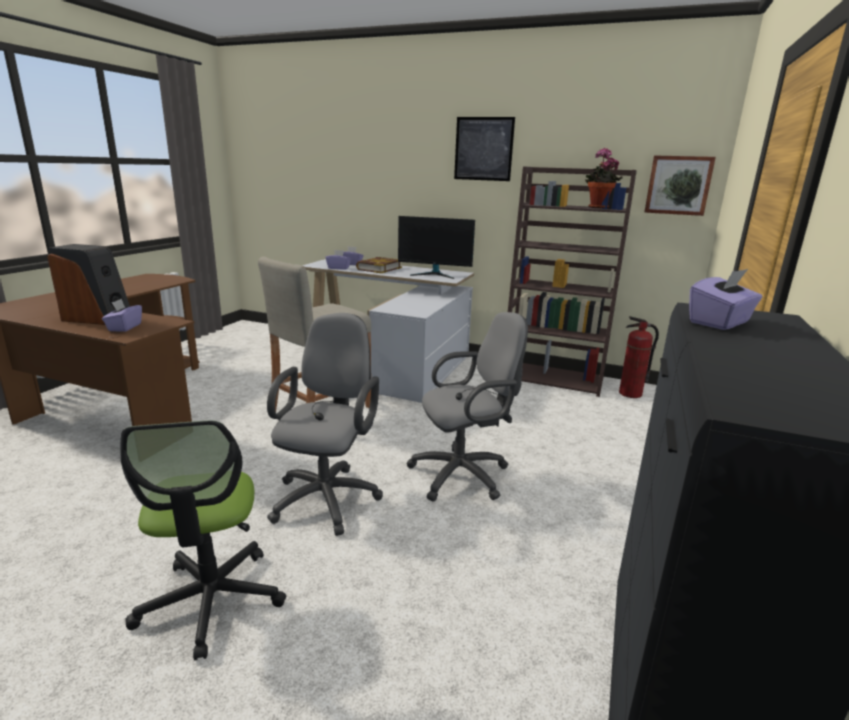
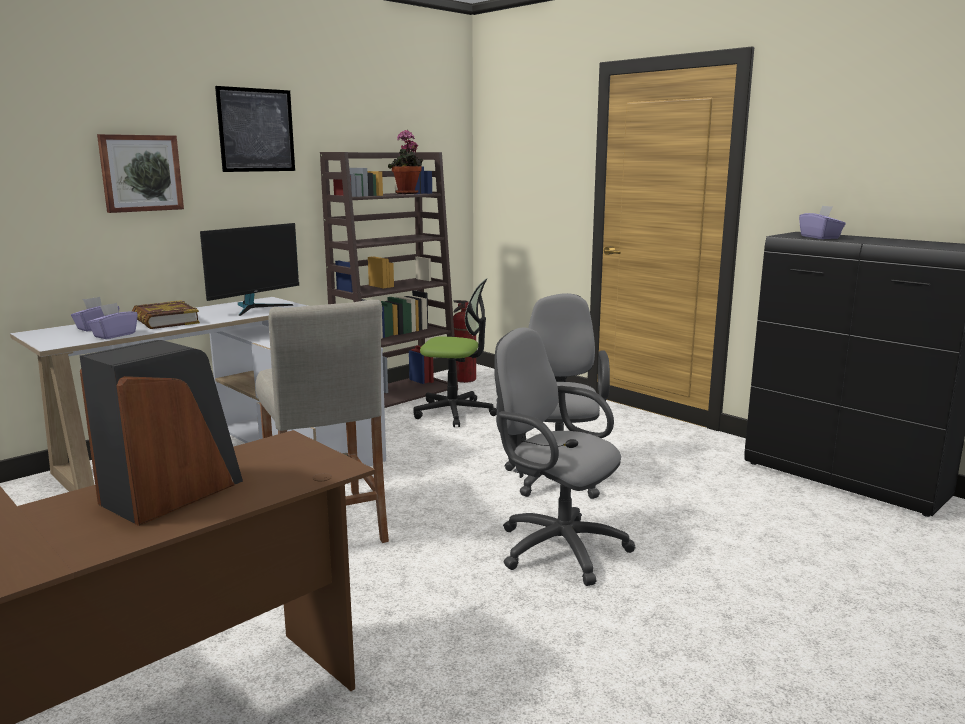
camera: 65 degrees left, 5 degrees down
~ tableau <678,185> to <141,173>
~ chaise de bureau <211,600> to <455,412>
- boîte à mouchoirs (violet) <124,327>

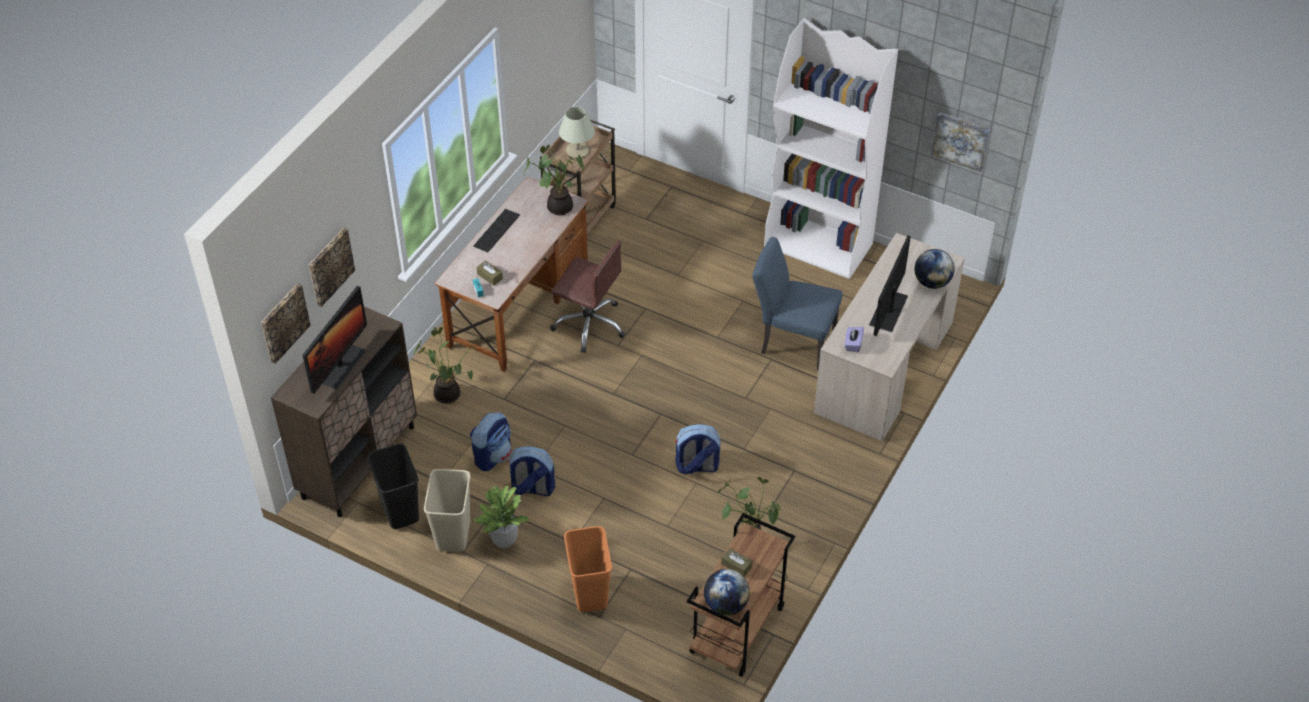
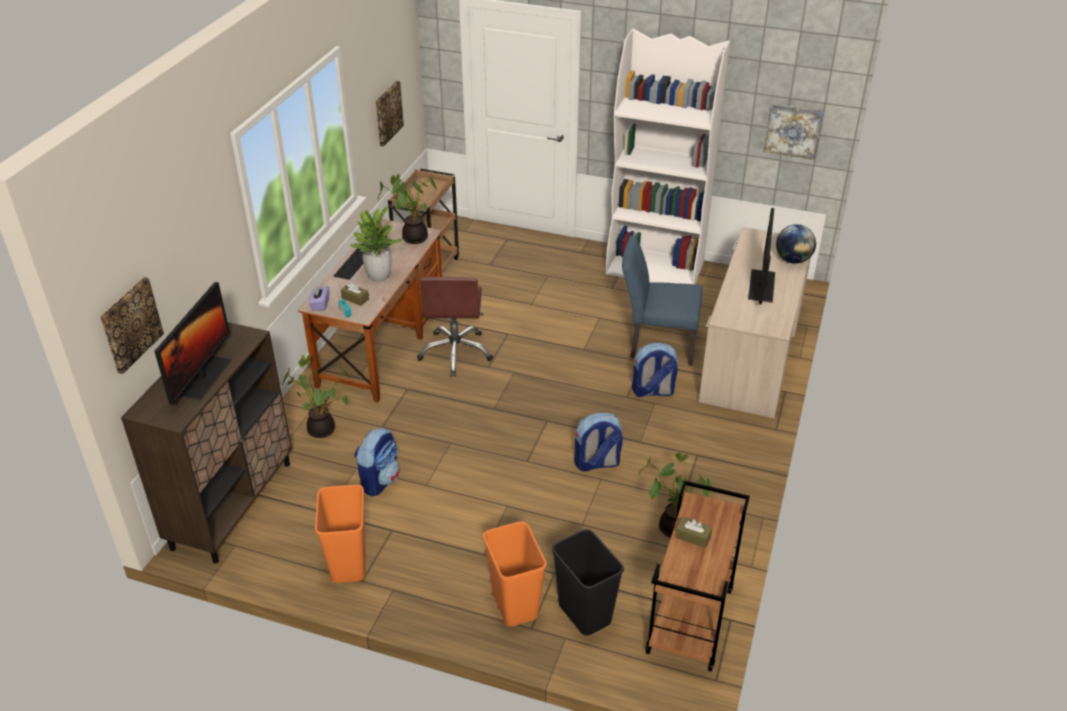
camera: 10 degrees left, 10 degrees down
~ boîte à mouchoirs (violet) <853,344> to <320,304>
~ poubelle (beige) <454,535> to poubelle (orange) <349,564>
~ plante en pot <504,540> to <379,276>
~ tableau <330,266> to <387,113>
~ chaise de bureau (marron) <589,324> = <456,352> 75 degrees clockwise
~ poubelle (noir) <399,511> to <583,614>
~ sac à dos <532,488> to <652,391>
- lampe de table (beige) <577,151>
- globe <725,604>

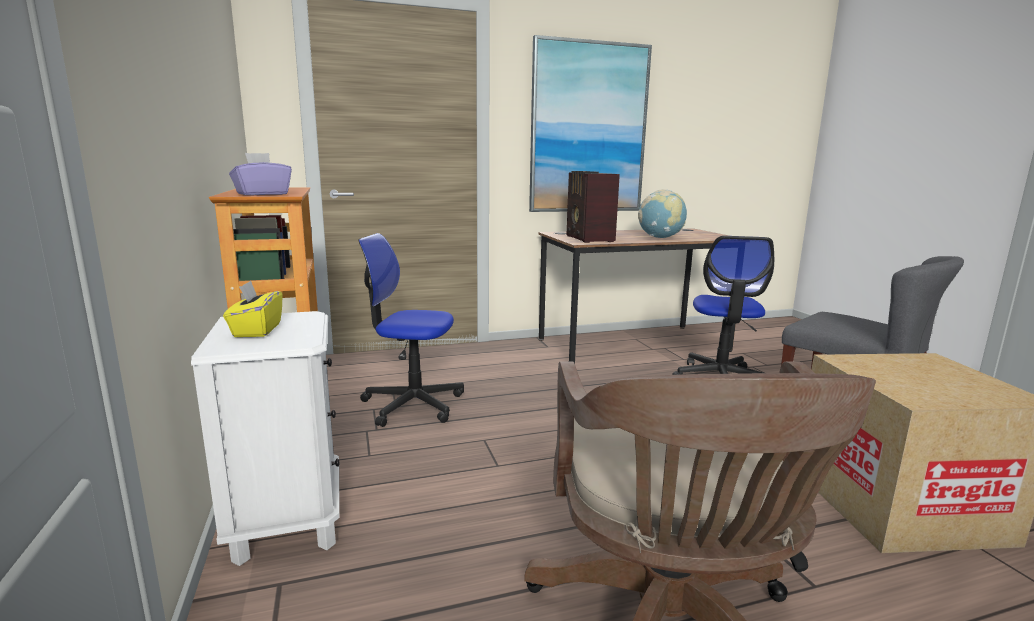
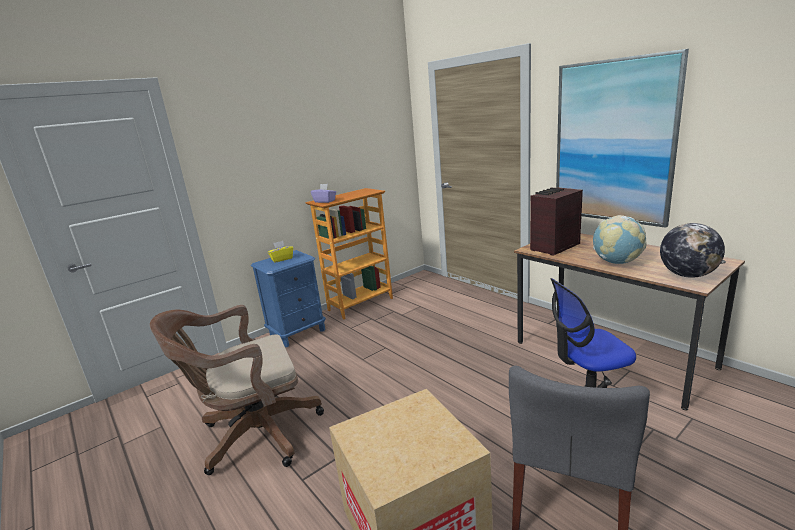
camera: 70 degrees right, 5 degrees up
~ table de chevet (blanc) <288,519> to table de chevet (bleu) <298,333>
+ globe <687,275>
- chaise de bureau <412,404>

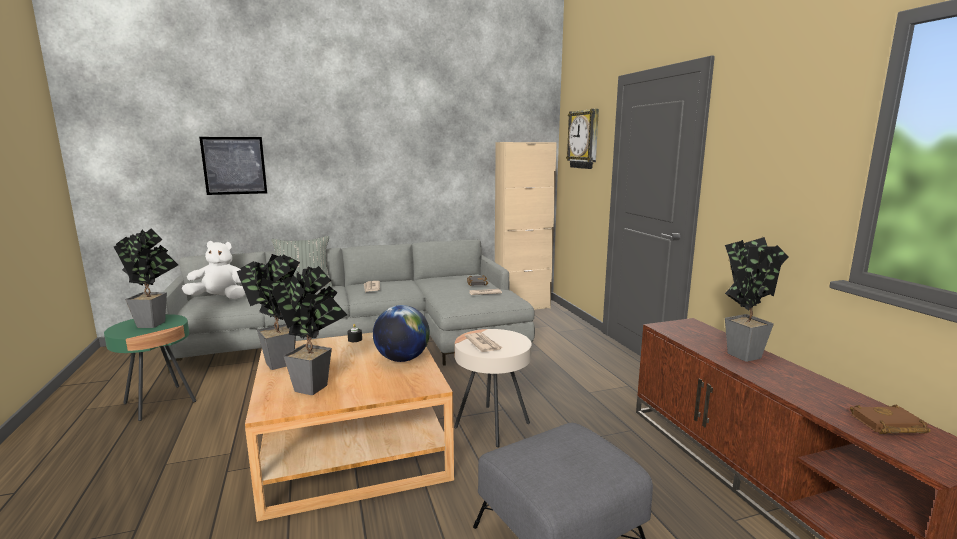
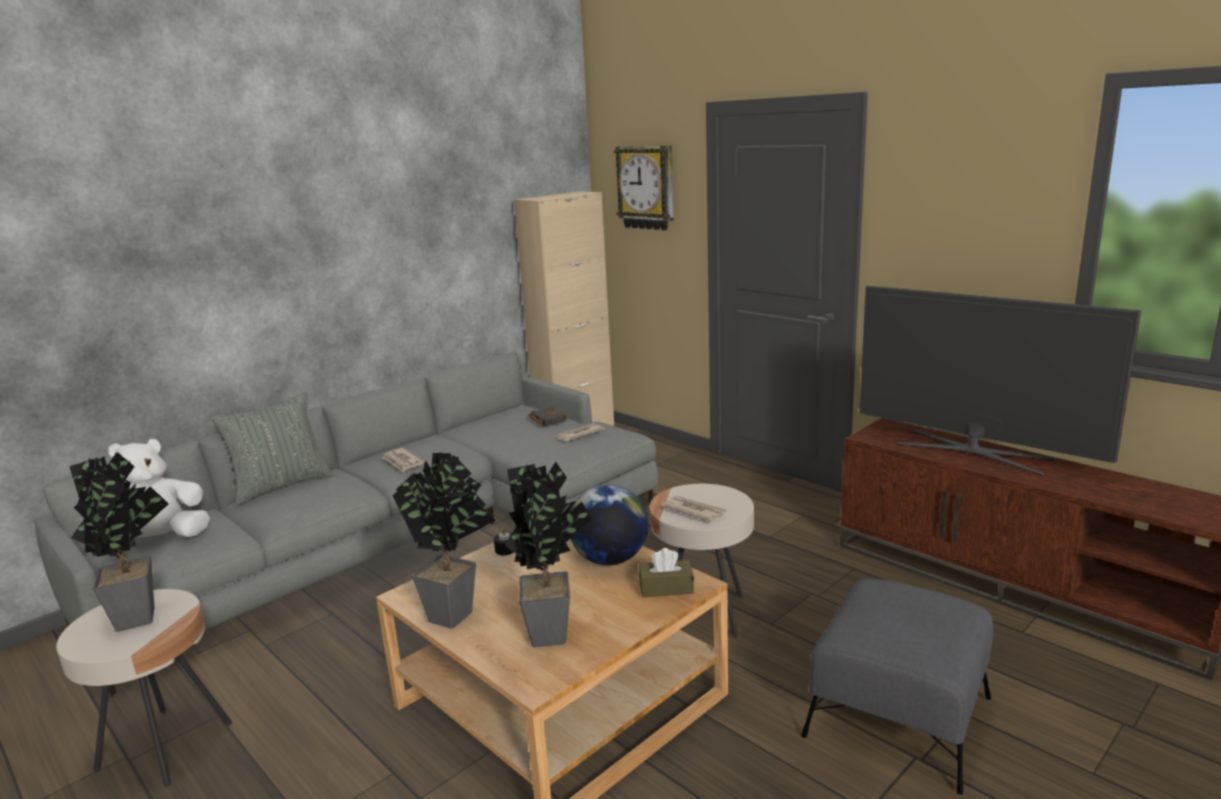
camera: 25 degrees left, 5 degrees up
~ table d'appoint (vert) <160,403> to table d'appoint (beige) <165,746>
+ boîte à mouchoirs (marron) <666,588>
~ plante en pot <741,353> to téléviseur <974,451>
- tableau <234,165>
- livre (marron) <887,425>

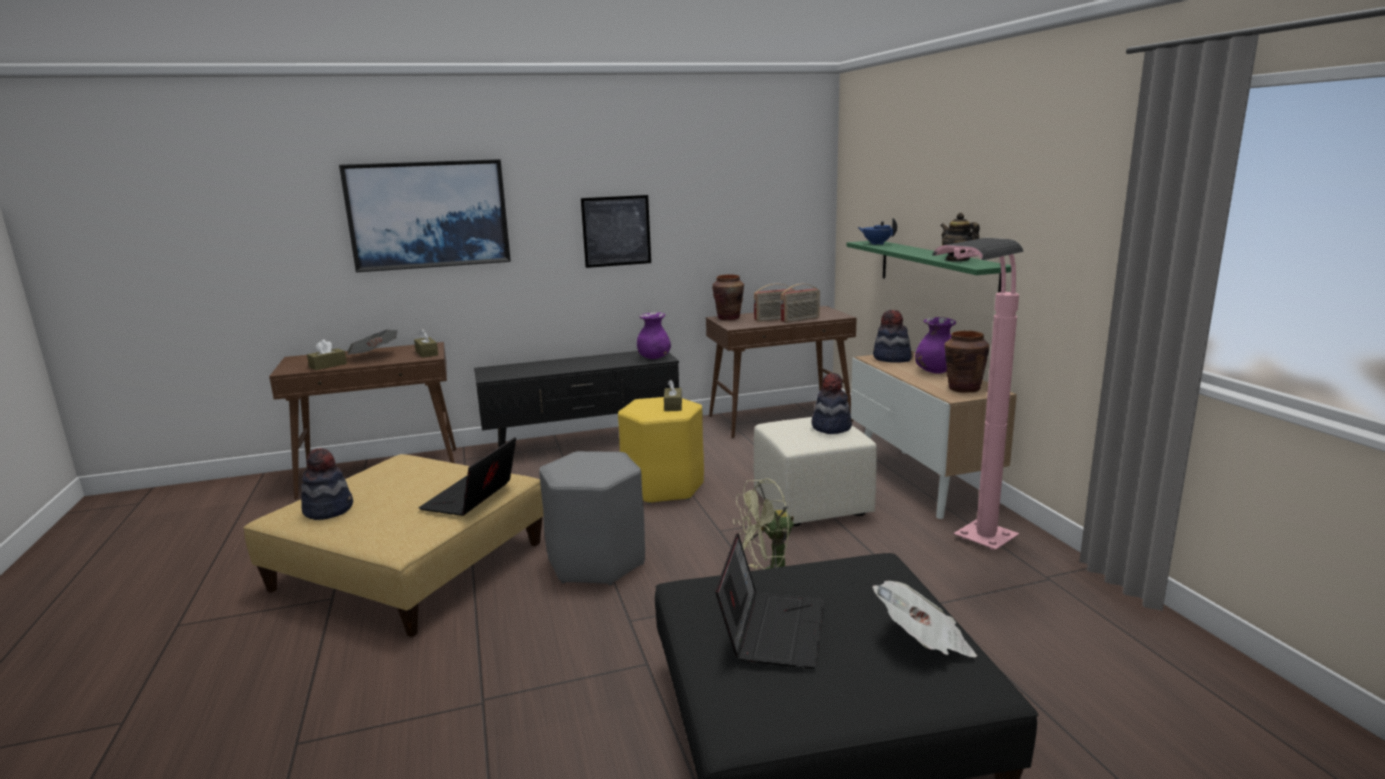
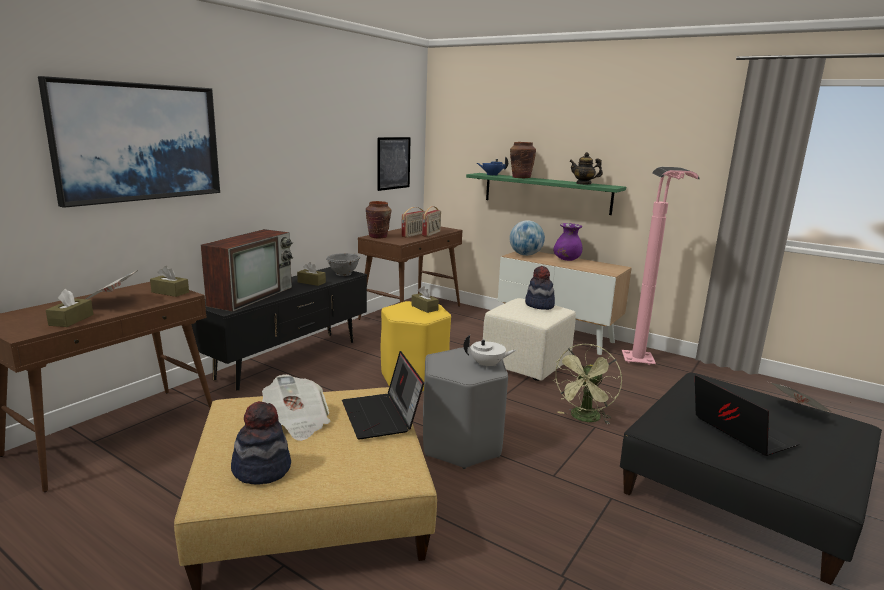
camera: 40 degrees left, 0 degrees up
+ téléviseur <252,295>
+ journal <297,423>
+ boîte à mouchoirs (marron) <311,282>
~ vase (violet) <654,358> to bol (gris) <343,274>
~ tableau <616,231> to <393,163>
+ théière (blanc) <487,365>
~ vase (marron) <963,389> to <521,177>
~ chapeau <891,359> to globe <525,255>

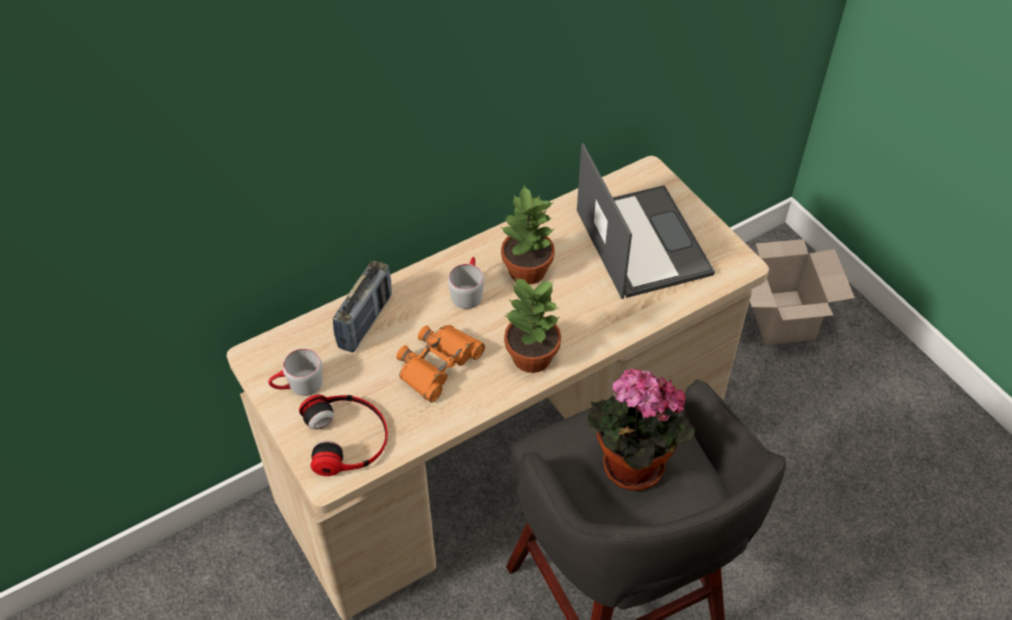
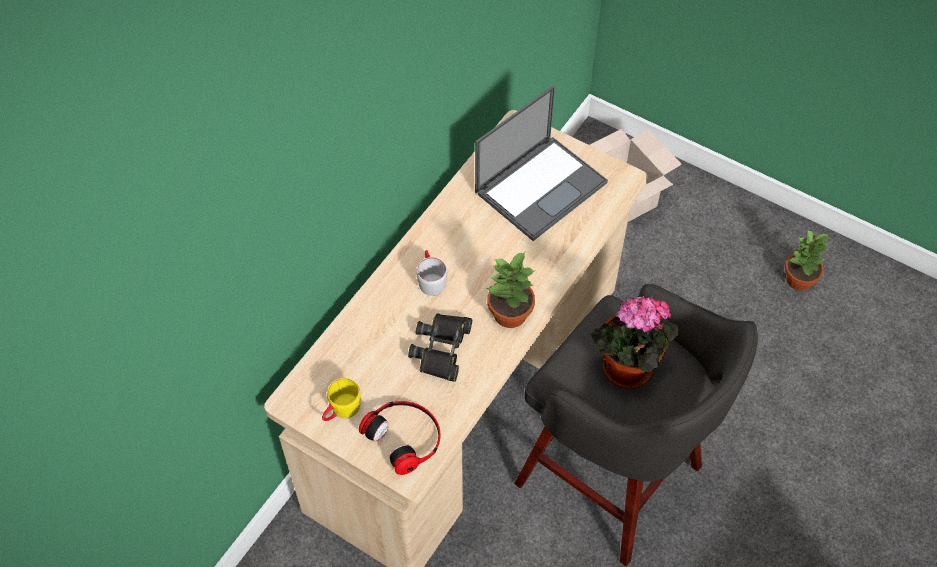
camera: 25 degrees left, 5 degrees up
~ mug (gris) <298,386> to mug (jaune) <341,411>
~ jumelles (orange) <438,365> to jumelles (noir) <441,349>
~ ordinateur portable <641,241> = <541,186> 90 degrees clockwise
~ plante en pot <527,271> to <799,280>
- radio <365,321>

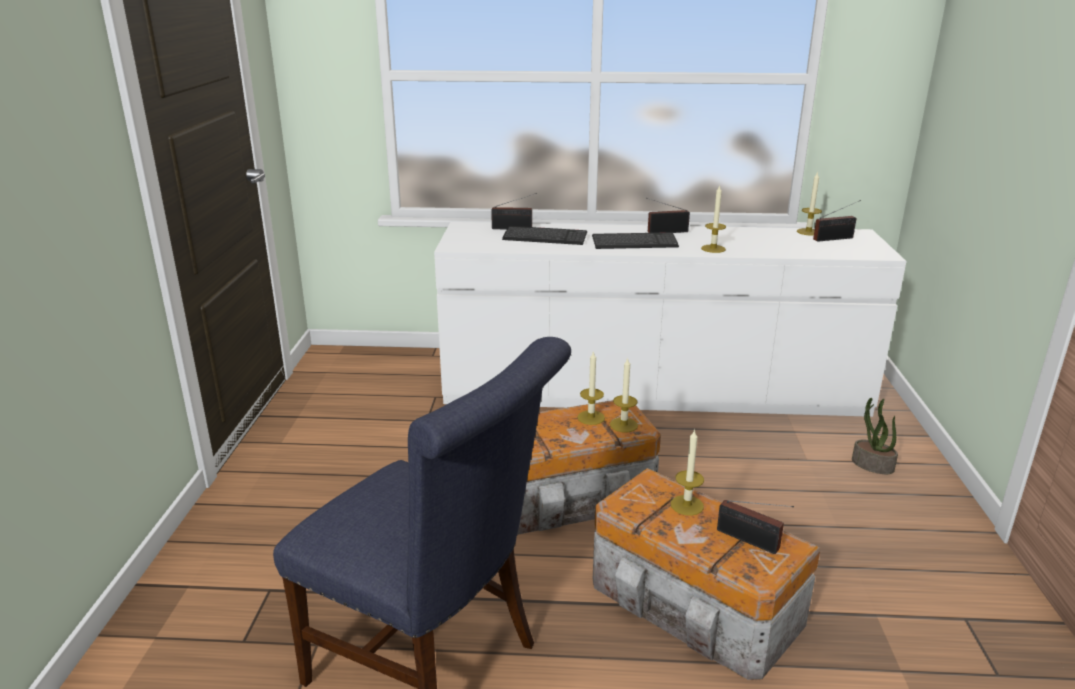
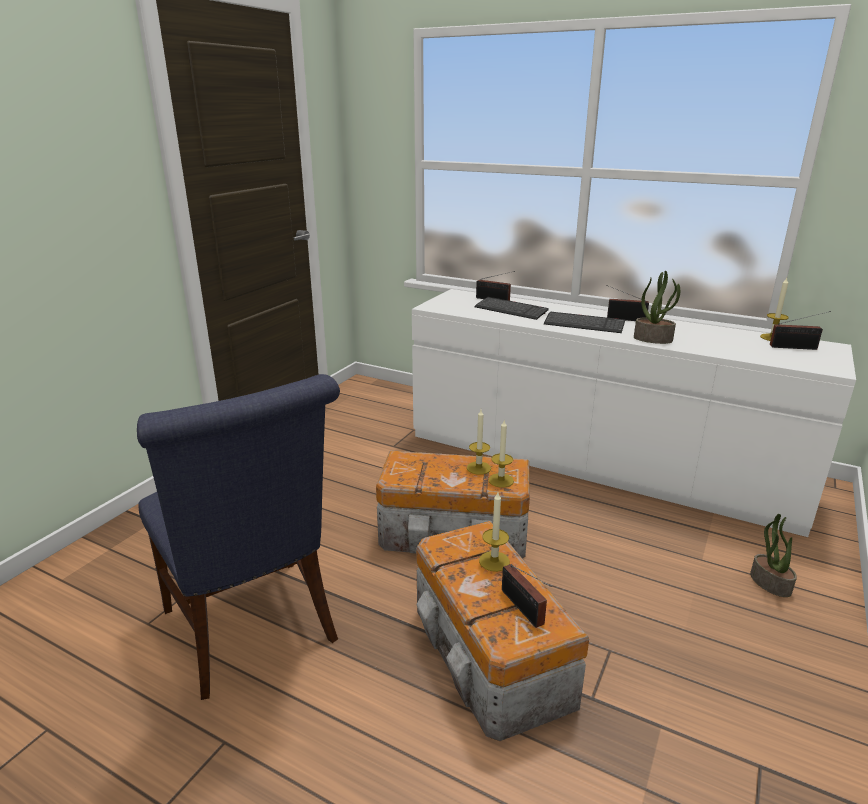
camera: 25 degrees right, 0 degrees up
~ bougie <713,249> to plante en pot <653,339>

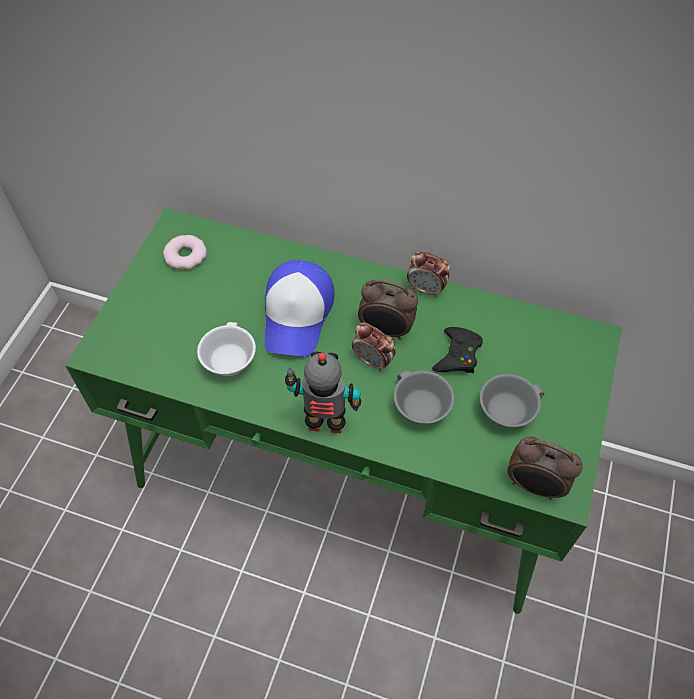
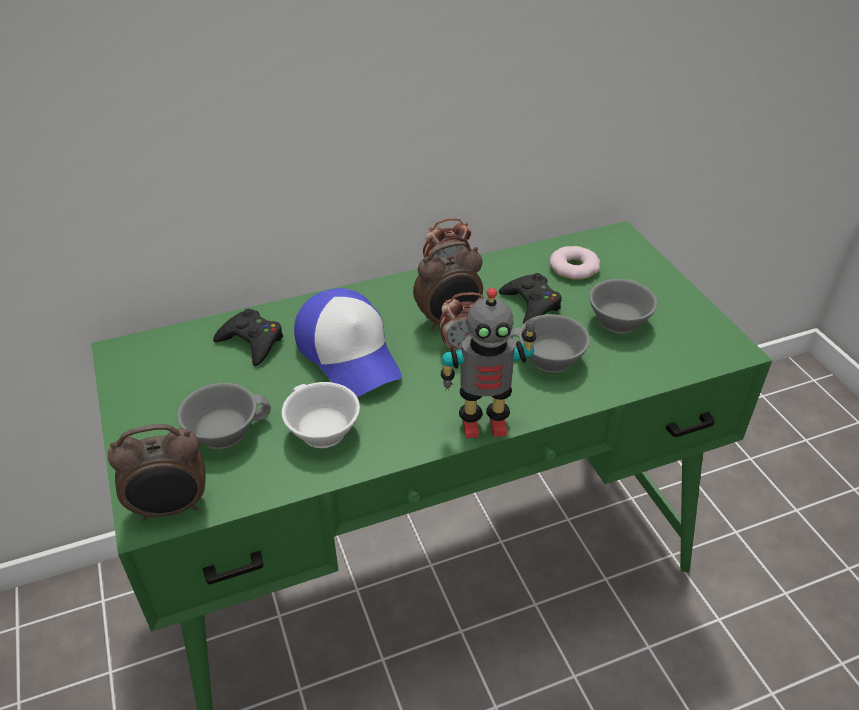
camera: 40 degrees left, 15 degrees down
~ réveil <534,486> to <171,508>
+ tasse (gris) <224,429>
+ manette (noir) <252,342>
~ robot jouet <325,425> = <483,424> 150 degrees counterclockwise
~ beignet <186,255> to <574,267>

